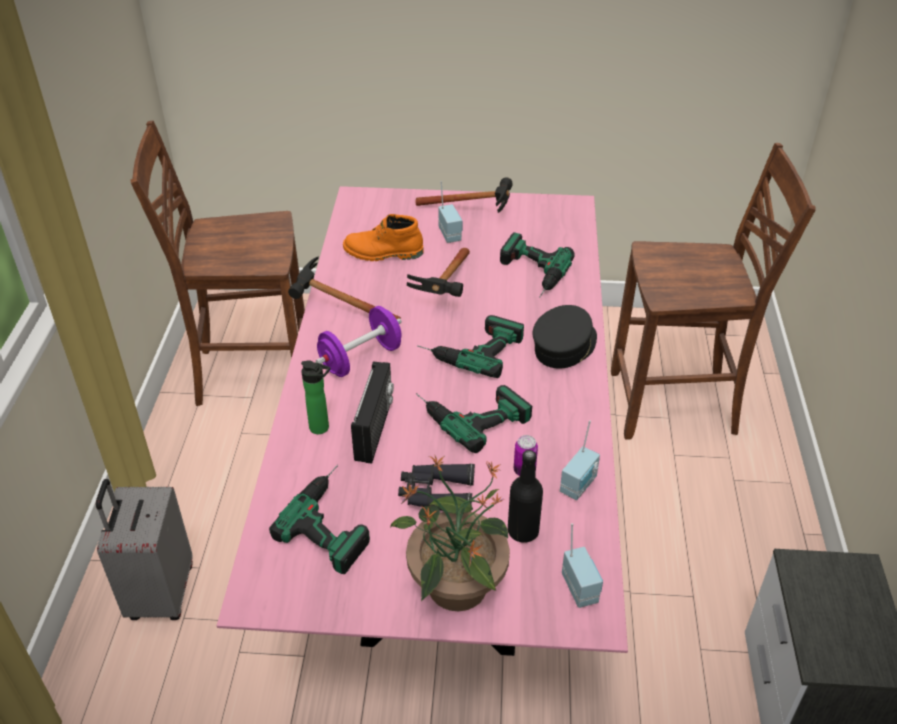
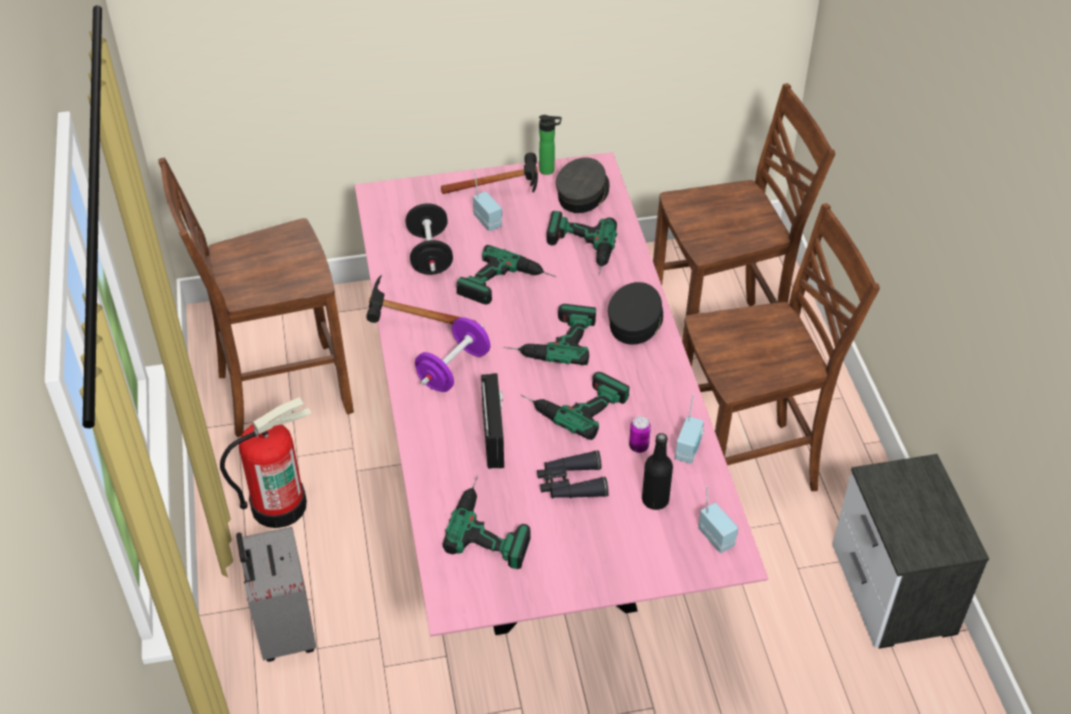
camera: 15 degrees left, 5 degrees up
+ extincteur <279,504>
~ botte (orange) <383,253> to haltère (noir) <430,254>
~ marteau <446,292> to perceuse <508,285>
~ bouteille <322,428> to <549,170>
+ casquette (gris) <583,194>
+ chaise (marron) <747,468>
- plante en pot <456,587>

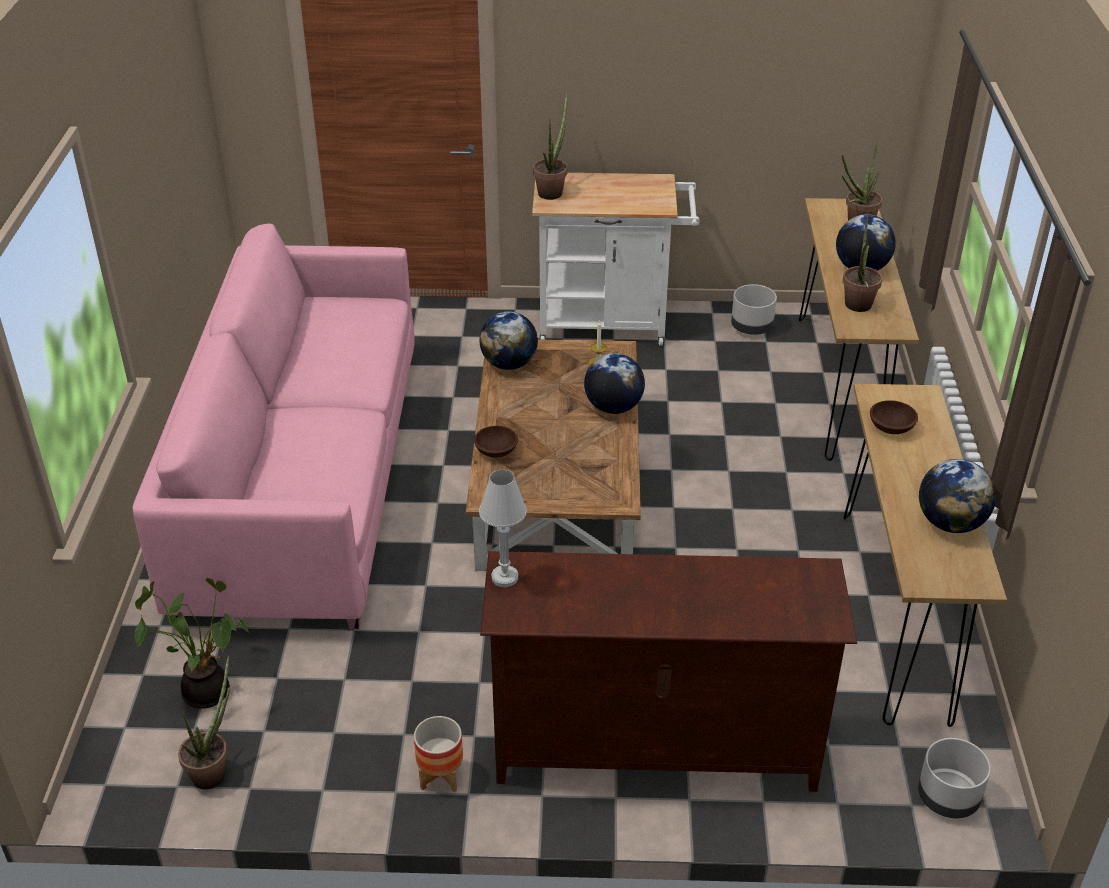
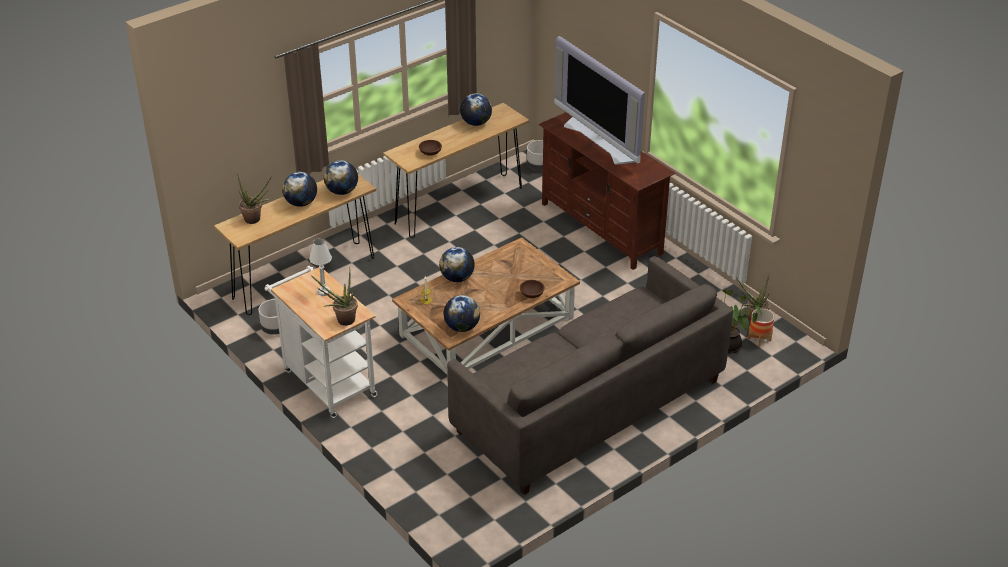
camera: 130 degrees left, 0 degrees up
~ lampe de table (blanc) <504,577> to <324,292>
~ plante en pot <857,308> to globe <342,191>
~ canapé (rose) <303,482> to canapé (gris) <589,406>
+ téléviseur <601,140>
~ cache-pot <441,776> to <759,339>

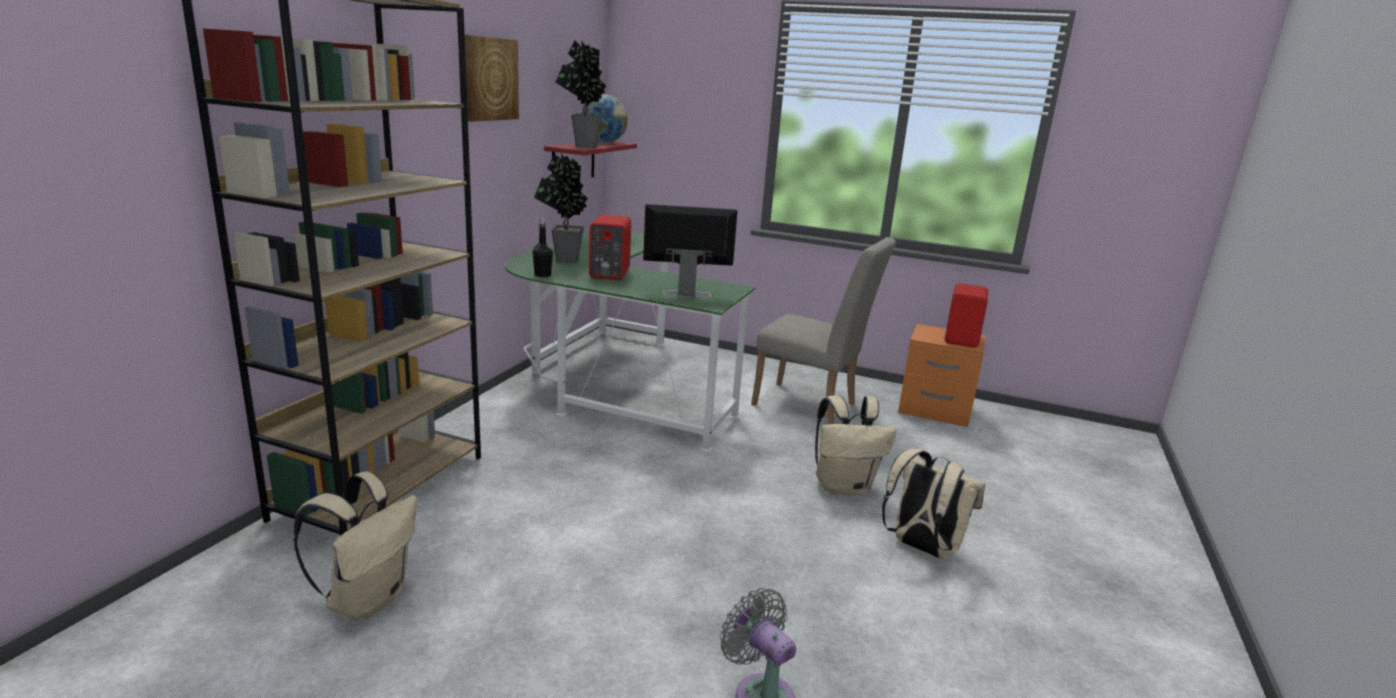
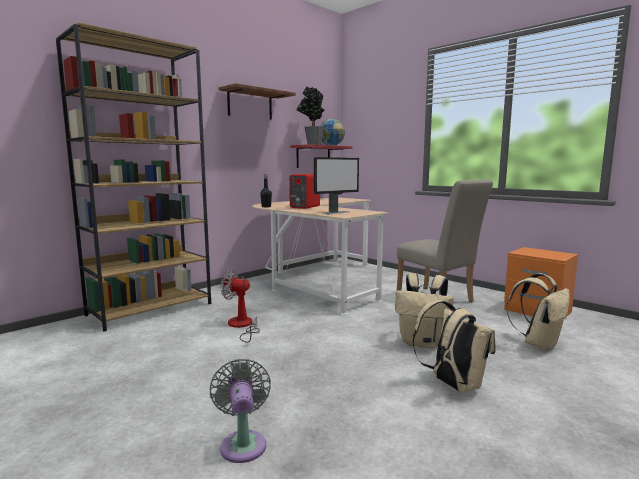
camera: 25 degrees right, 10 degrees down
~ tableau <489,79> to étagère (marron) <250,104>
+ ventilateur <242,326>
~ bureau (vert) <612,385> to bureau (beige) <317,281>
~ écran d'ordinateur <686,294> = <336,212> 120 degrees clockwise
~ sac à dos (beige) <367,599> to <539,344>
- plante en pot <564,261>
- enceinte (rouge) <963,339>

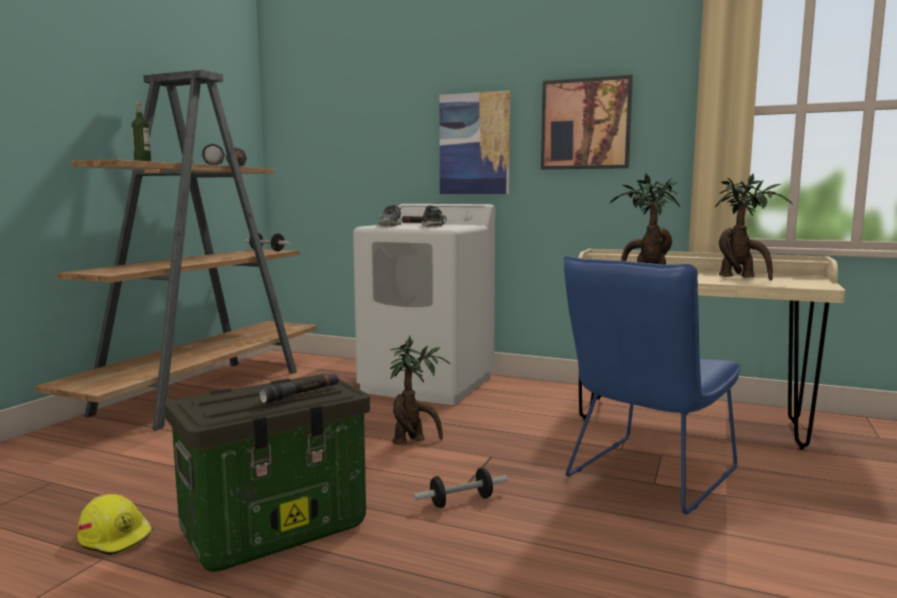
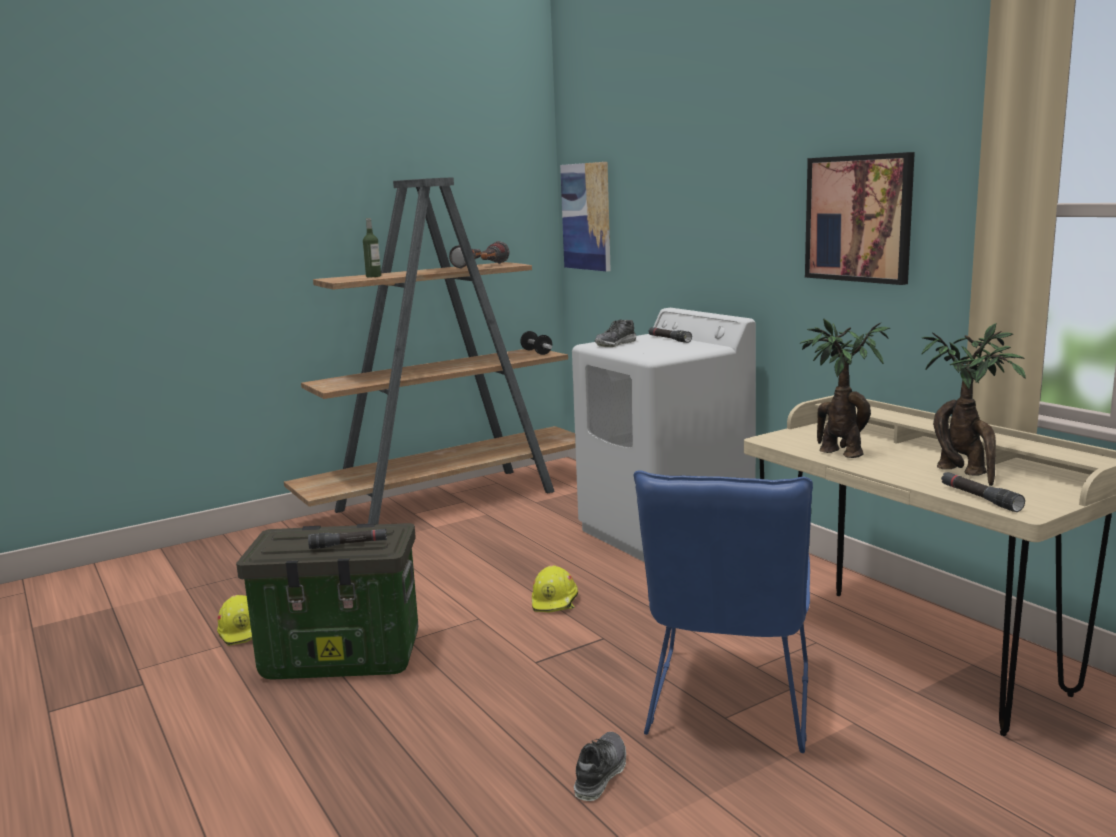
camera: 35 degrees right, 5 degrees up
~ plante en pot <414,441> to casque de chantier (jaune) <555,601>
~ tableau <474,144> to <586,216>
~ chaussure <431,226> to <600,774>
~ chaise (bleu) <646,477> = <728,708> 60 degrees counterclockwise
+ lampe de poche (noir) <979,498>
- haltère <461,501>

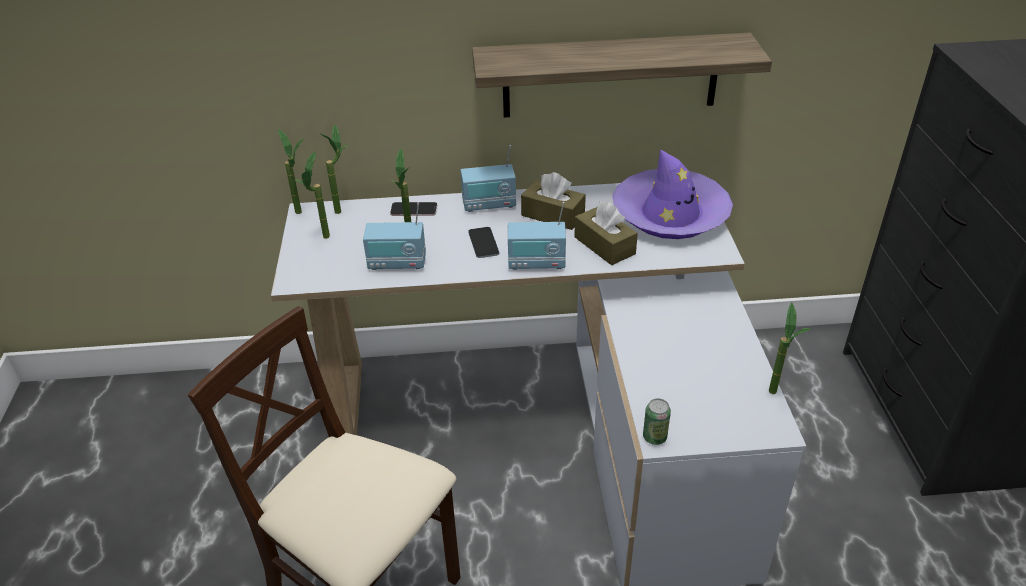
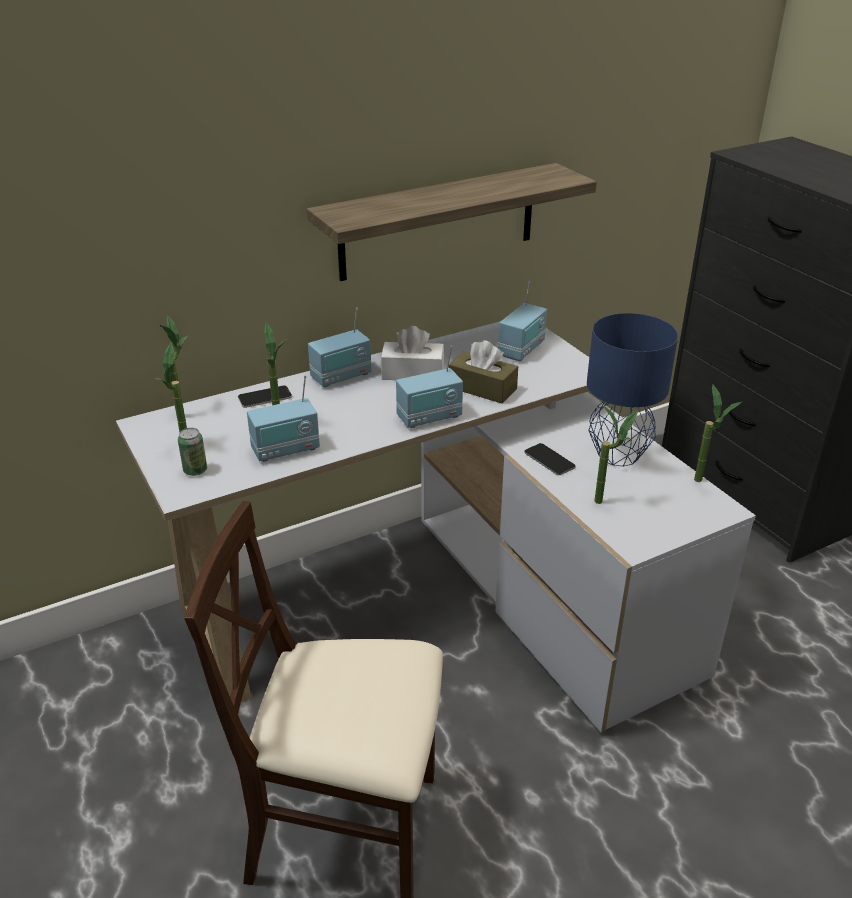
camera: 25 degrees left, 5 degrees down
~ boîte métallique <654,437> to <195,470>
~ boîte à mouchoirs (marron) <553,215> to boîte à mouchoirs (blanc) <412,373>
~ chapeau (violet) <670,214> to radio <522,349>
~ téléphone <483,243> to <549,460>
+ lampe de table (bleu) <619,454>
~ plante en pot <304,214> to <607,502>

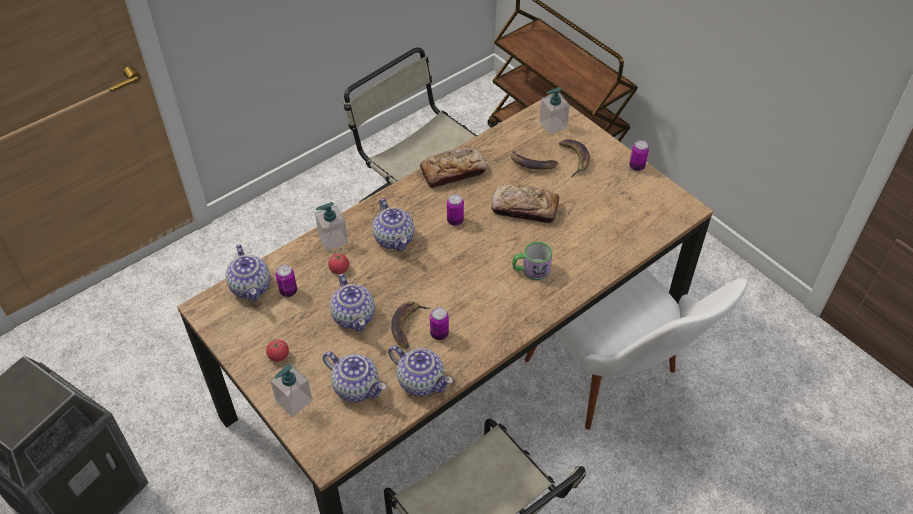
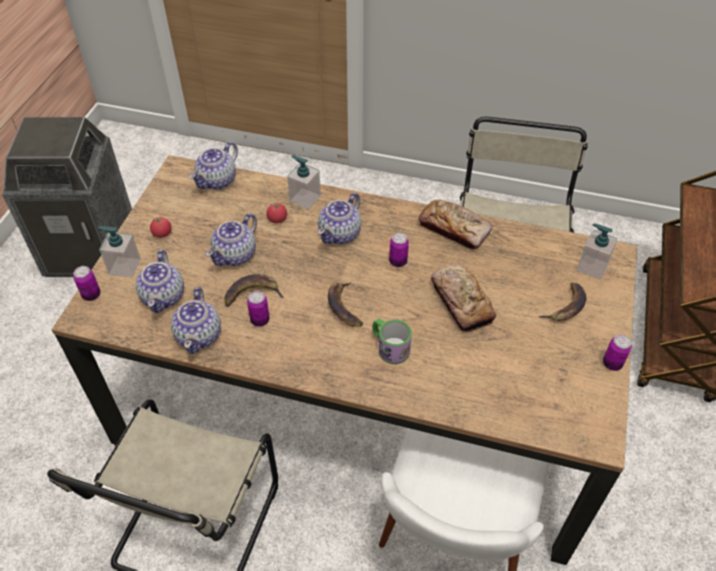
camera: 55 degrees right, 0 degrees up
~ boîte métallique <288,291> to <91,295>
~ banane <532,164> to <344,307>

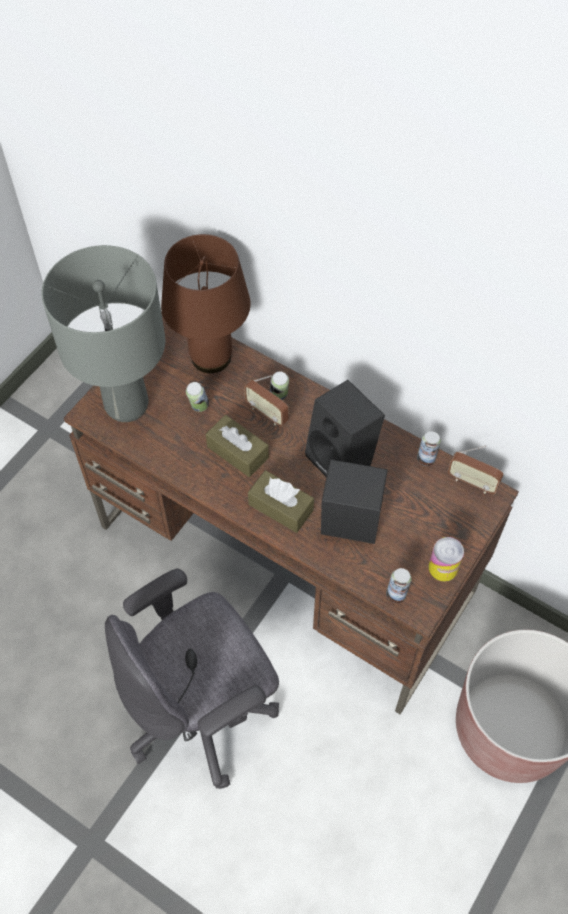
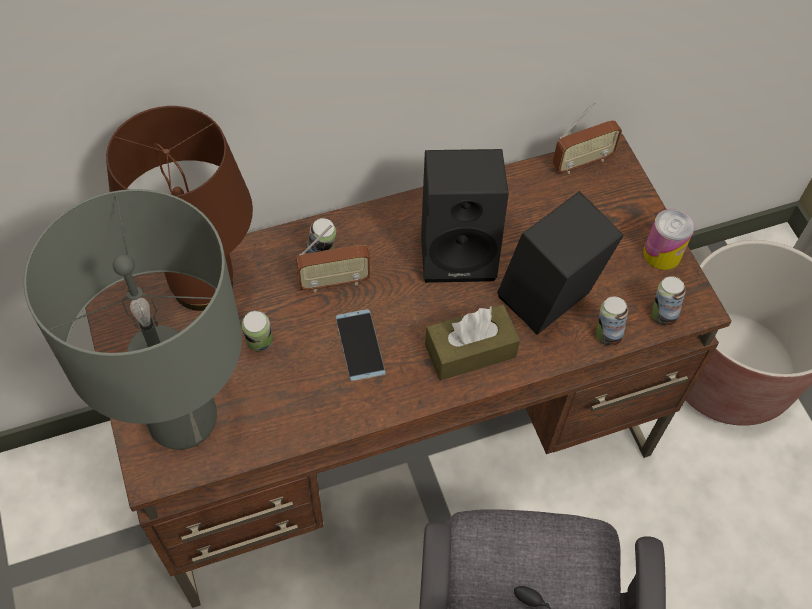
camera: 55 degrees left, 0 degrees up
~ boîte à mouchoirs (marron) <237,452> to téléphone <360,345>
~ boîte métallique <426,458> to <607,334>

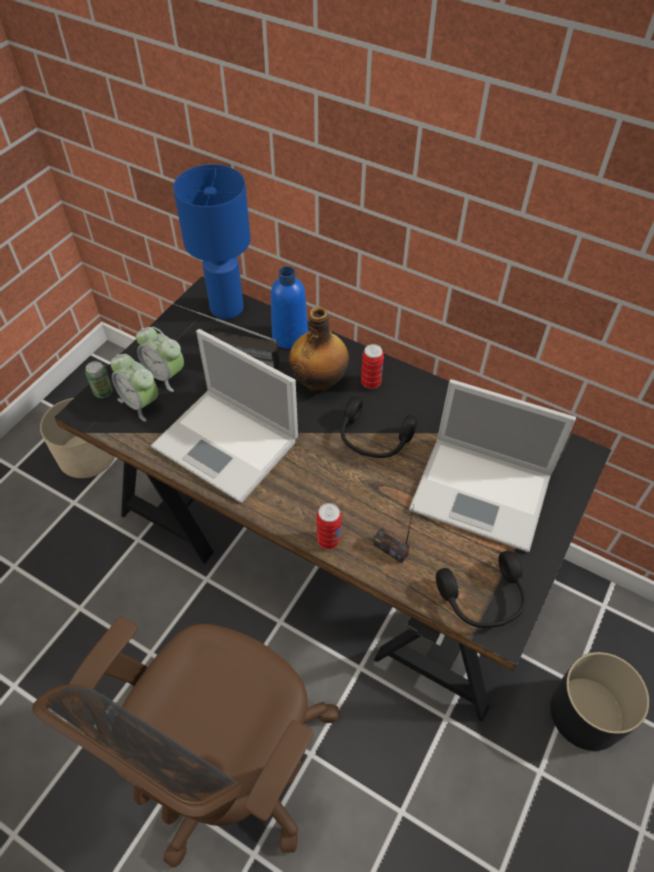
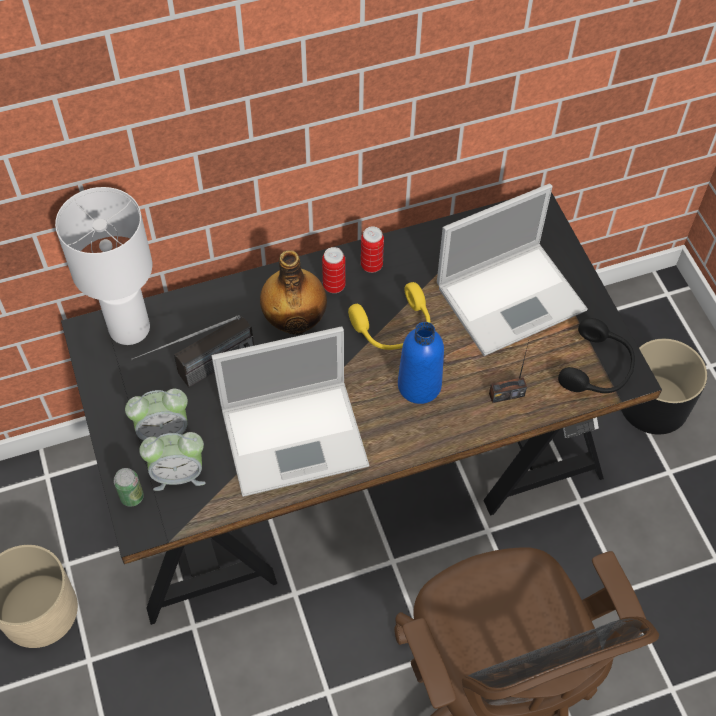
camera: 50 degrees left, 5 degrees up
~ lampe de table (bleu) <227,308> to lampe de table (blanc) <129,327>
~ casque audio (noir) <373,439> to casque audio (jaune) <394,328>
~ boîte métallique <328,540> to <371,265>
~ bouteille (bleu) <290,336> to <419,385>

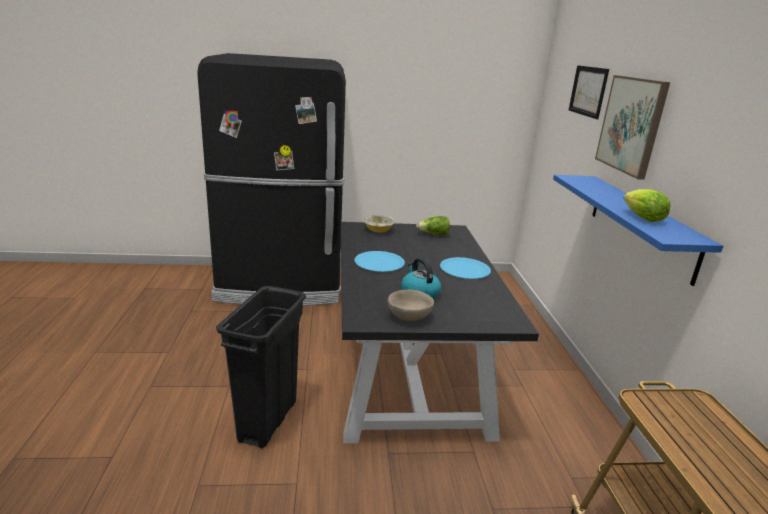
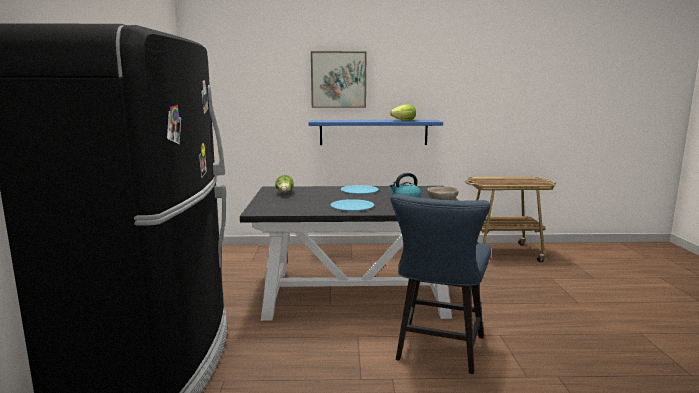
camera: 85 degrees left, 10 degrees down
~ poubelle (noir) <268,420> to chaise (bleu) <438,351>
- bol <378,230>
- tableau <588,91>

